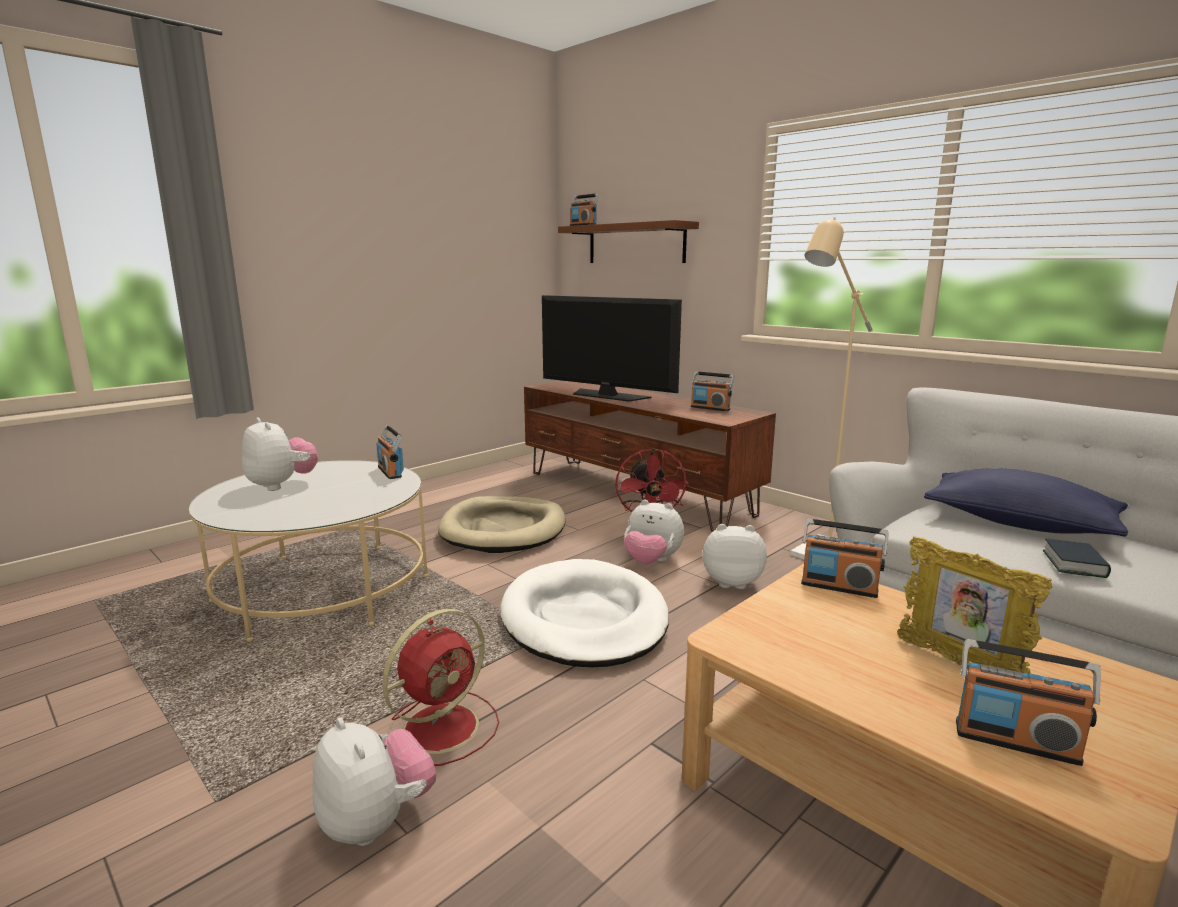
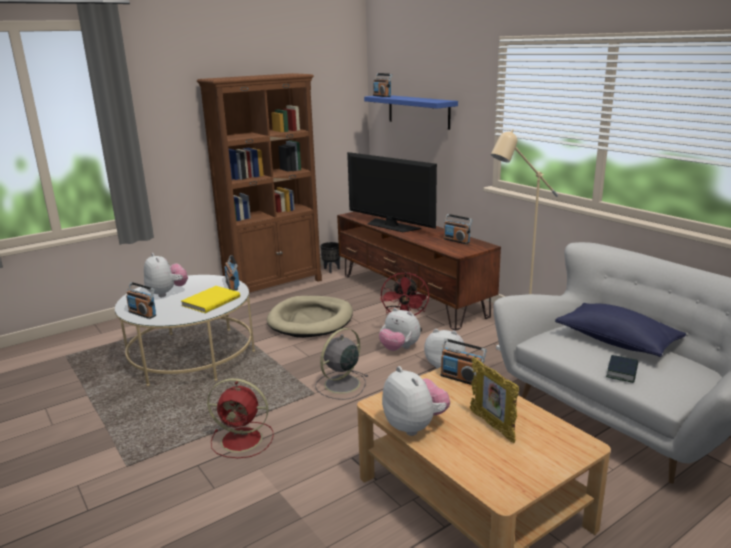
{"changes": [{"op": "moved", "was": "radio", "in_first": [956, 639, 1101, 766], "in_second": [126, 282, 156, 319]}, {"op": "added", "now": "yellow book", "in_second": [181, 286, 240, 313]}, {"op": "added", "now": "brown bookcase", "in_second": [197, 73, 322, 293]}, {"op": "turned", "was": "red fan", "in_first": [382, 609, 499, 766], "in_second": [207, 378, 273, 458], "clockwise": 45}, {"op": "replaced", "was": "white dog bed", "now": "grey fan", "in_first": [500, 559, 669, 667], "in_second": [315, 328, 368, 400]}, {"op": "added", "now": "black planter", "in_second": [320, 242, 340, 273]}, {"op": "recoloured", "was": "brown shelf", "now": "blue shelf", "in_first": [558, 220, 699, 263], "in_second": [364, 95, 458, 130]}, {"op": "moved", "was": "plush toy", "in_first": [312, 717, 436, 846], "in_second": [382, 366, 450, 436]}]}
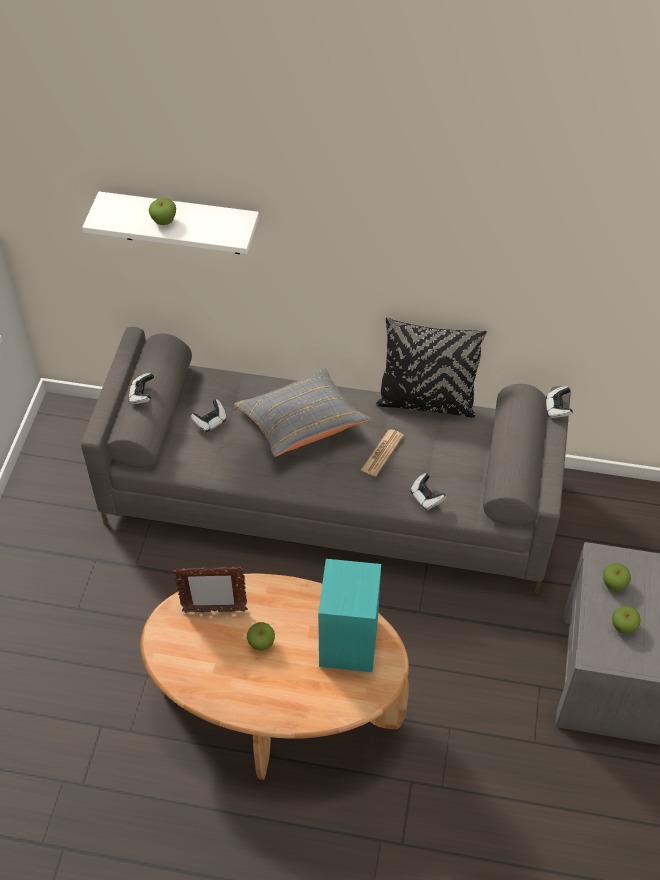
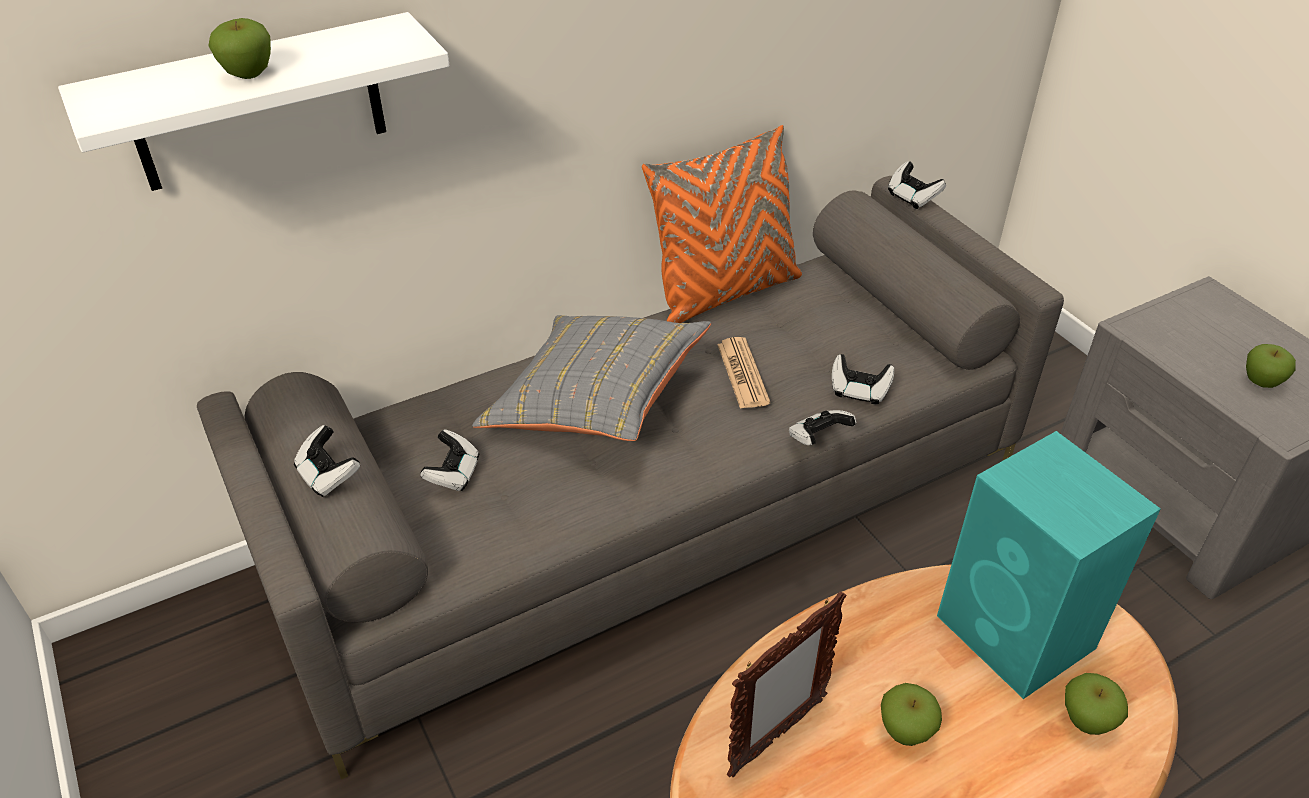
{"changes": [{"op": "recoloured", "was": "black pillow", "now": "orange pillow", "in_first": [376, 317, 487, 417], "in_second": [642, 125, 802, 323]}, {"op": "added", "now": "game controller", "in_second": [789, 410, 856, 445]}, {"op": "moved", "was": "apple", "in_first": [603, 563, 631, 591], "in_second": [1065, 673, 1128, 735]}]}
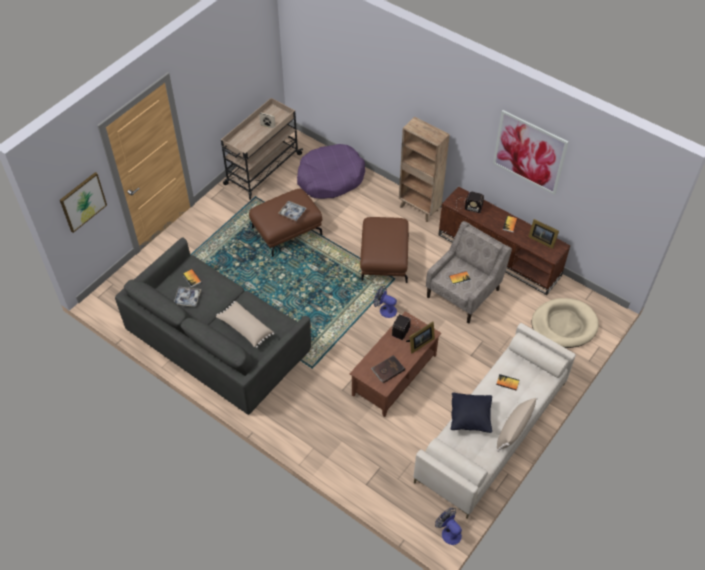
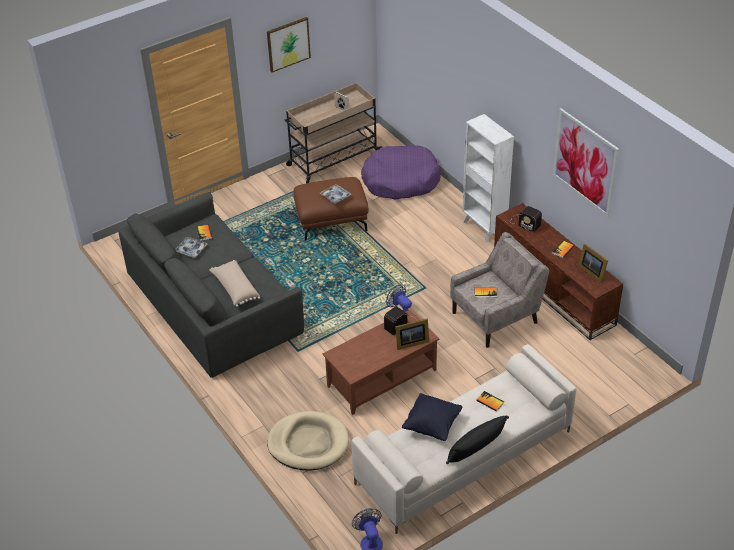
{"changes": [{"op": "moved", "was": "picture", "in_first": [60, 172, 107, 233], "in_second": [267, 17, 311, 73]}, {"op": "moved", "was": "beige dog bed", "in_first": [532, 298, 599, 348], "in_second": [267, 411, 349, 470]}, {"op": "recoloured", "was": "beige pillow", "now": "black pillow", "in_first": [497, 397, 538, 452], "in_second": [446, 416, 509, 464]}, {"op": "recoloured", "was": "brown bookcase", "now": "white bookcase", "in_first": [399, 117, 450, 222], "in_second": [463, 114, 514, 242]}, {"op": "removed", "was": "brown ottoman", "in_first": [360, 217, 409, 283]}, {"op": "removed", "was": "brown book", "in_first": [371, 355, 405, 383]}]}
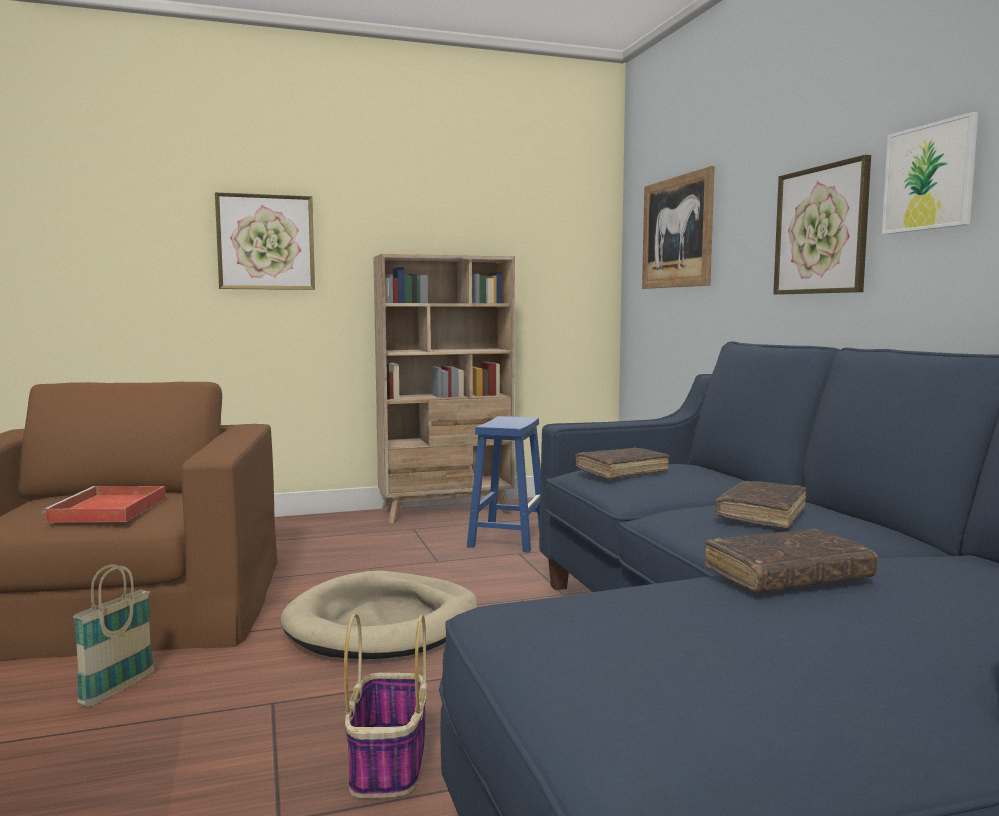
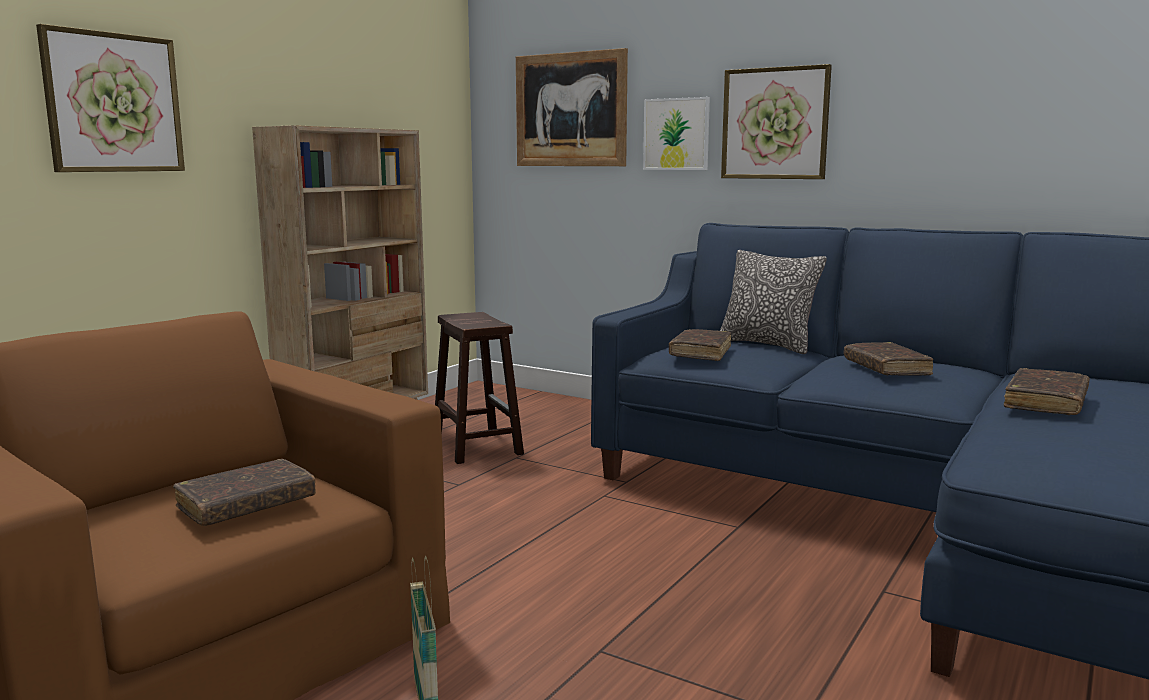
{"changes": [{"op": "replaced", "was": "red tray", "now": "brown book", "in_first": [42, 486, 166, 523], "in_second": [173, 459, 316, 526]}, {"op": "recoloured", "was": "blue stool", "now": "brown stool", "in_first": [467, 416, 541, 553], "in_second": [435, 312, 524, 464]}, {"op": "moved", "was": "picture", "in_first": [882, 112, 978, 234], "in_second": [643, 97, 710, 170]}, {"op": "added", "now": "pillow", "in_second": [720, 250, 827, 354]}, {"op": "removed", "was": "beige dog bed", "in_first": [280, 571, 478, 659]}, {"op": "removed", "was": "basket", "in_first": [344, 613, 427, 798]}]}
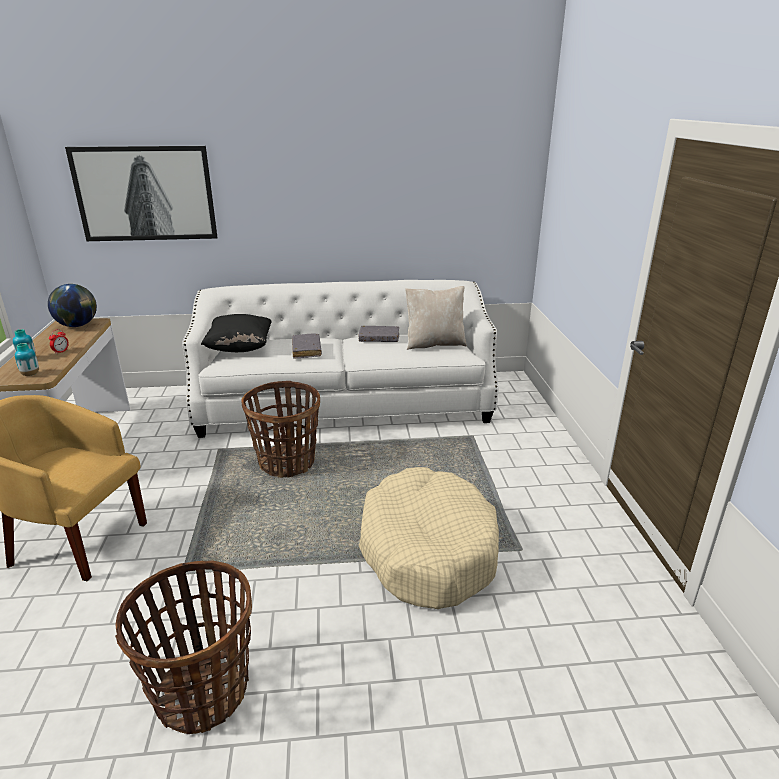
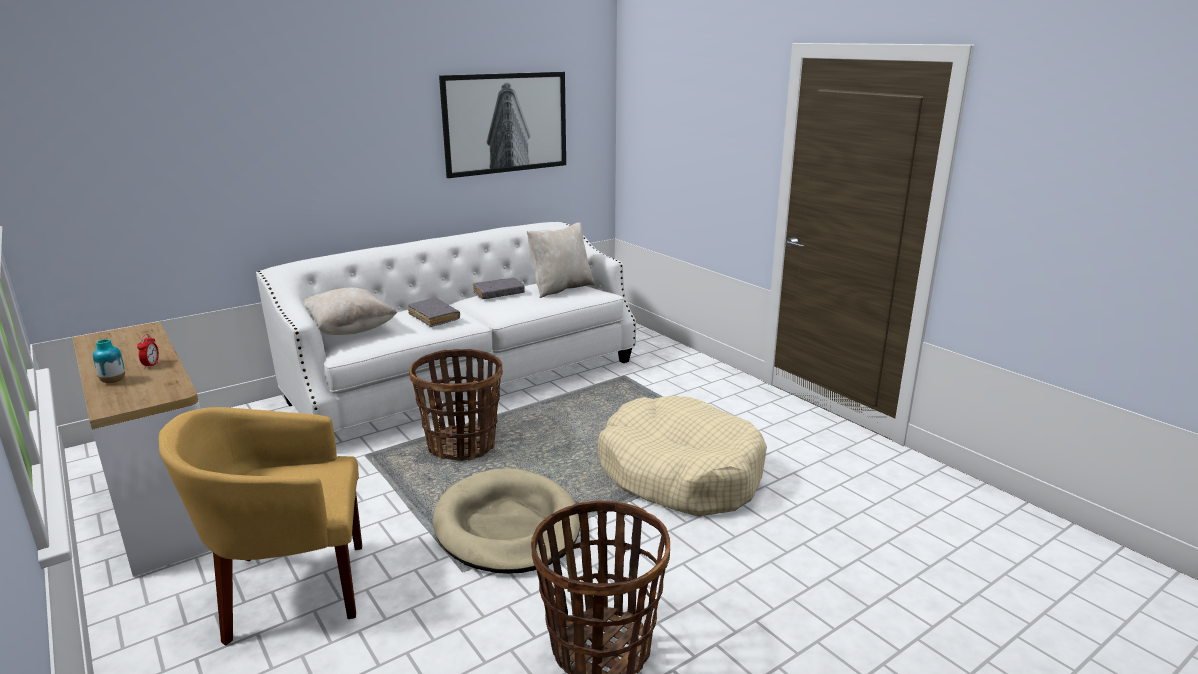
{"changes": [{"op": "recoloured", "was": "black pillow", "now": "beige pillow", "in_first": [201, 314, 272, 352], "in_second": [303, 288, 397, 335]}, {"op": "added", "now": "beige dog bed", "in_second": [433, 468, 580, 574]}, {"op": "moved", "was": "picture", "in_first": [65, 146, 218, 241], "in_second": [439, 72, 566, 178]}, {"op": "removed", "was": "vase", "in_first": [15, 343, 39, 376]}, {"op": "removed", "was": "globe", "in_first": [48, 284, 97, 327]}]}
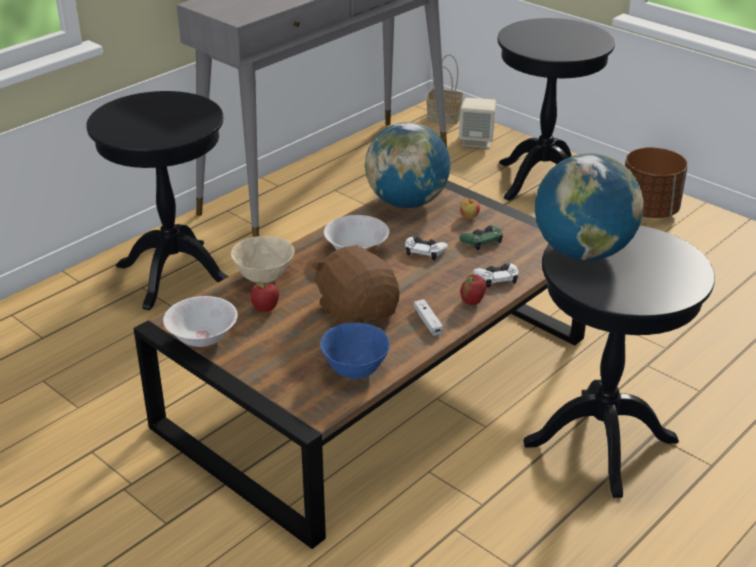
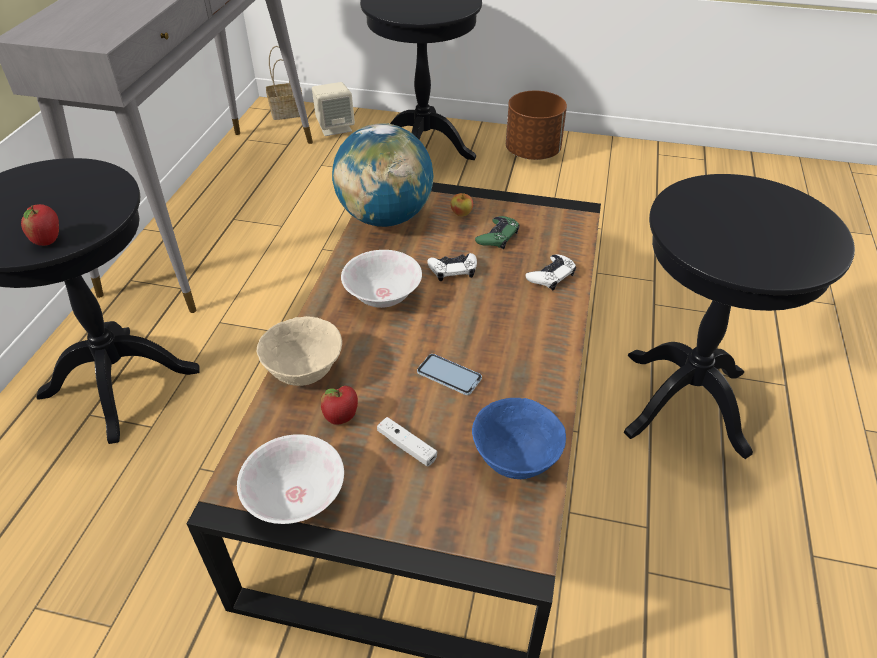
{"changes": [{"op": "moved", "was": "apple", "in_first": [460, 274, 486, 305], "in_second": [21, 204, 59, 246]}, {"op": "moved", "was": "white game controller", "in_first": [414, 299, 443, 336], "in_second": [377, 417, 437, 466]}, {"op": "replaced", "was": "brown plush toy", "now": "phone", "in_first": [311, 244, 400, 325], "in_second": [417, 354, 482, 395]}, {"op": "removed", "was": "globe", "in_first": [535, 153, 643, 261]}]}
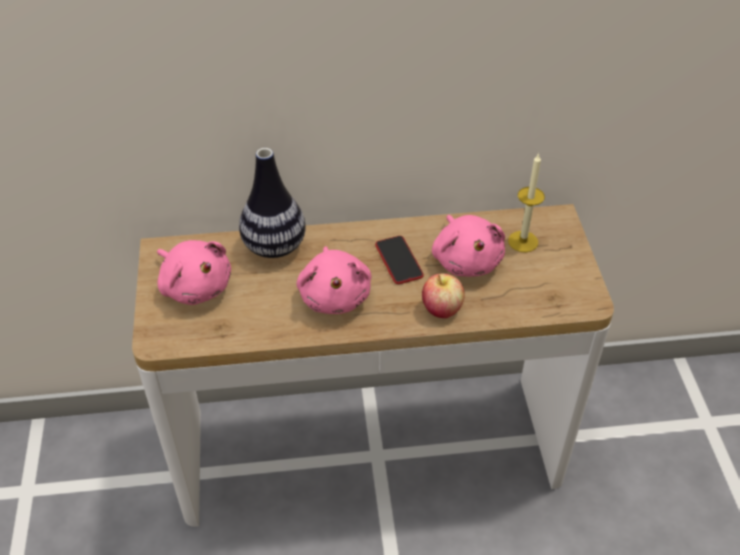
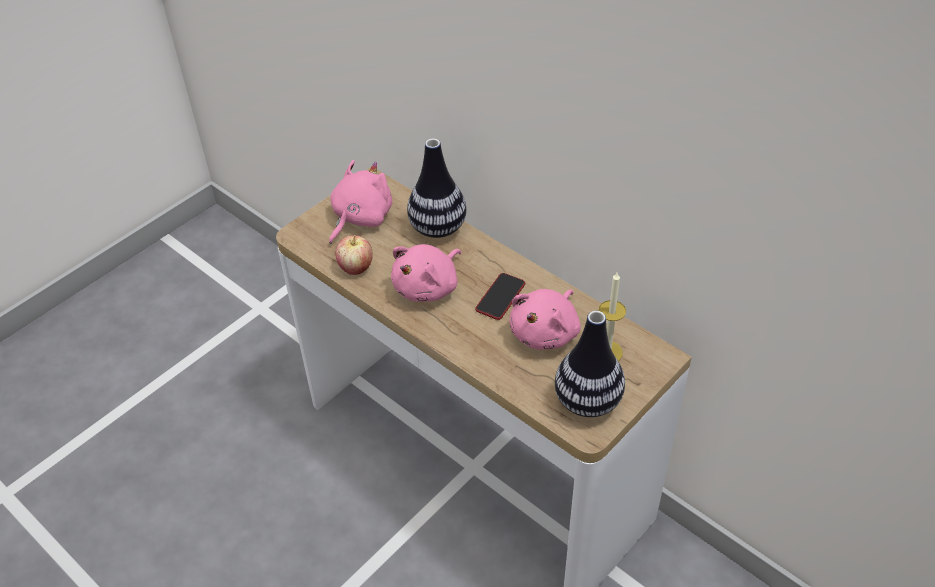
{"changes": [{"op": "turned", "was": "pink plush toy", "in_first": [157, 240, 231, 305], "in_second": [329, 160, 392, 244], "clockwise": -150}, {"op": "moved", "was": "apple", "in_first": [422, 274, 464, 318], "in_second": [336, 235, 373, 275]}, {"op": "added", "now": "vase", "in_second": [555, 311, 625, 417]}]}
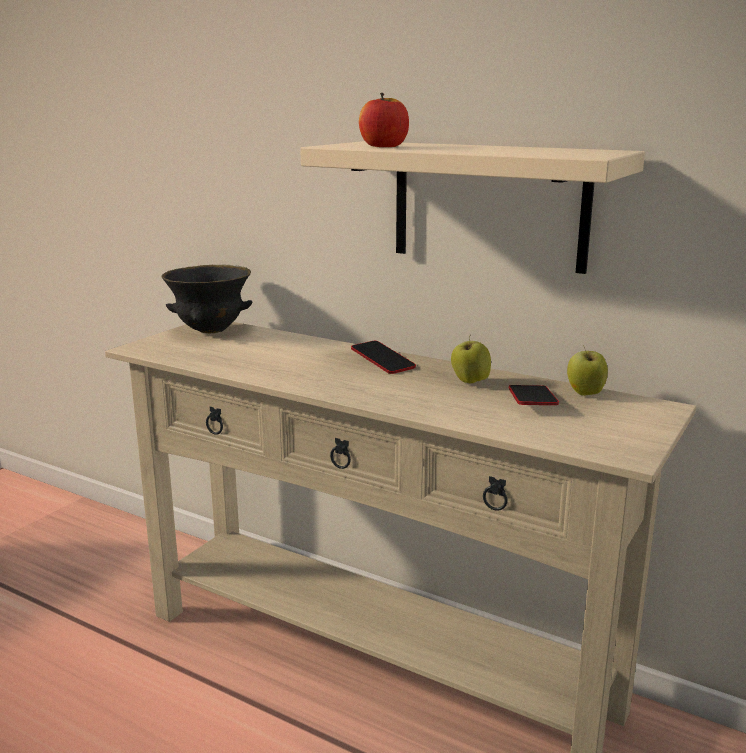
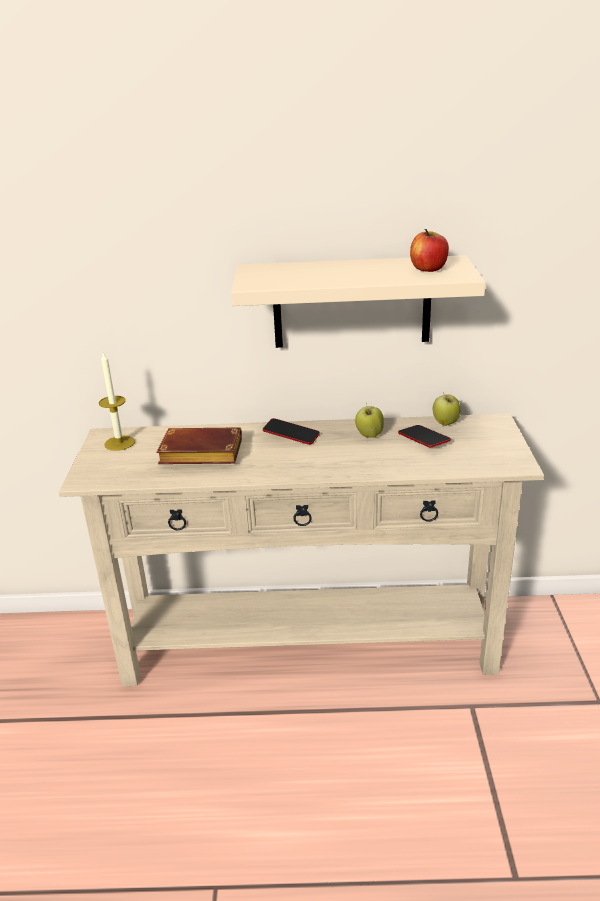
{"changes": [{"op": "replaced", "was": "black bowl", "now": "candle", "in_first": [161, 265, 253, 333], "in_second": [99, 351, 135, 451]}, {"op": "added", "now": "brown book", "in_second": [156, 427, 242, 464]}, {"op": "moved", "was": "apple", "in_first": [359, 93, 409, 147], "in_second": [410, 229, 449, 272]}]}
